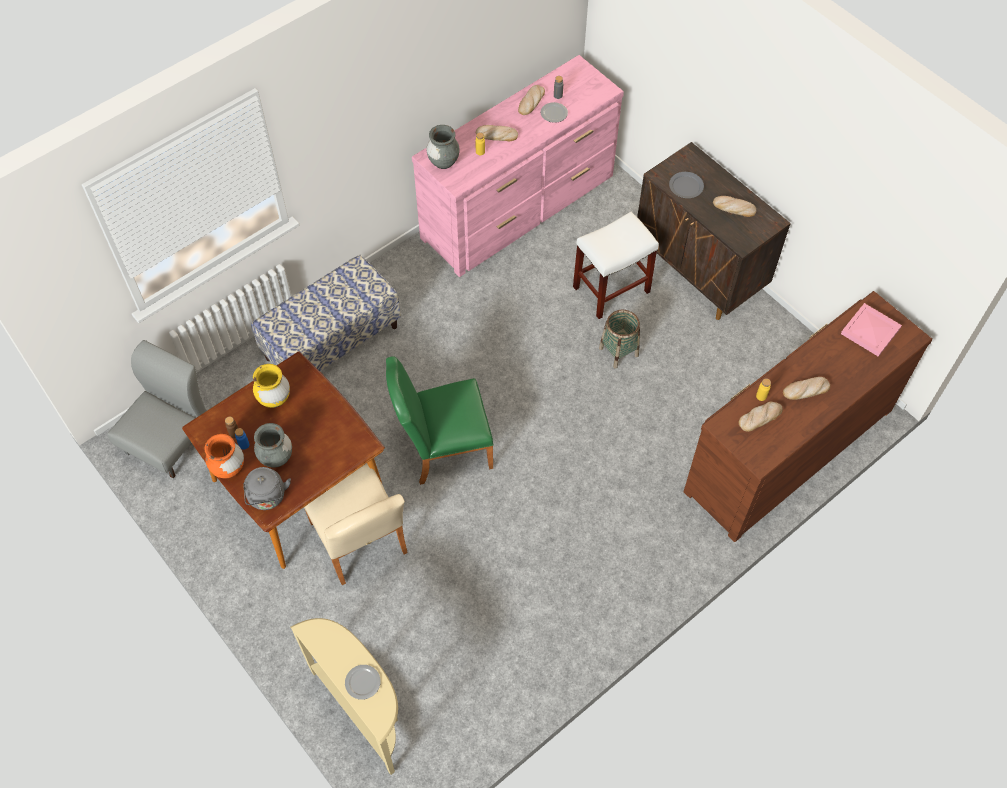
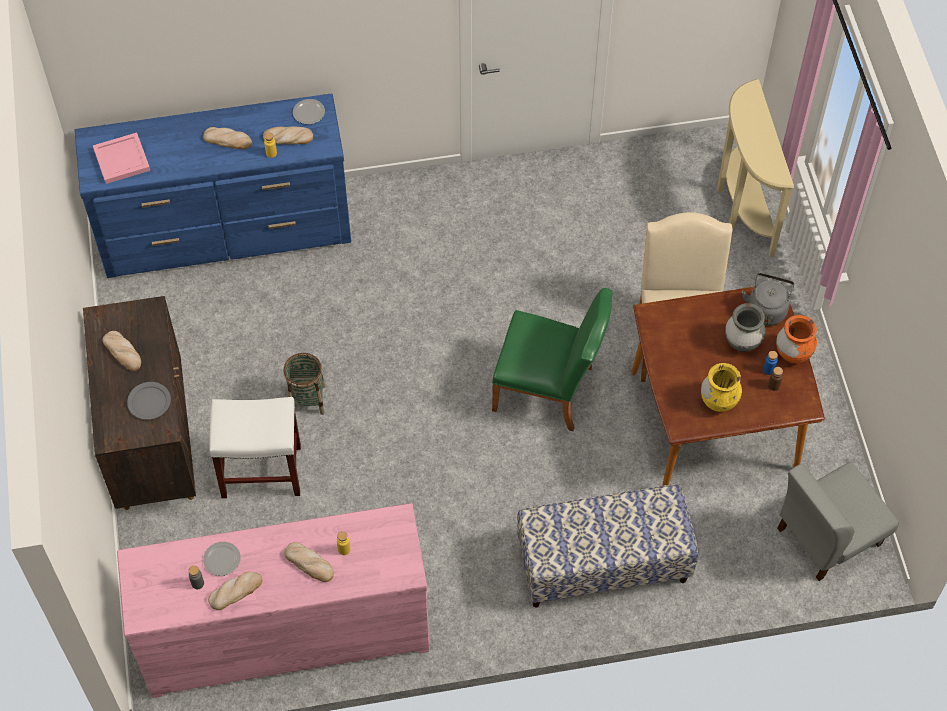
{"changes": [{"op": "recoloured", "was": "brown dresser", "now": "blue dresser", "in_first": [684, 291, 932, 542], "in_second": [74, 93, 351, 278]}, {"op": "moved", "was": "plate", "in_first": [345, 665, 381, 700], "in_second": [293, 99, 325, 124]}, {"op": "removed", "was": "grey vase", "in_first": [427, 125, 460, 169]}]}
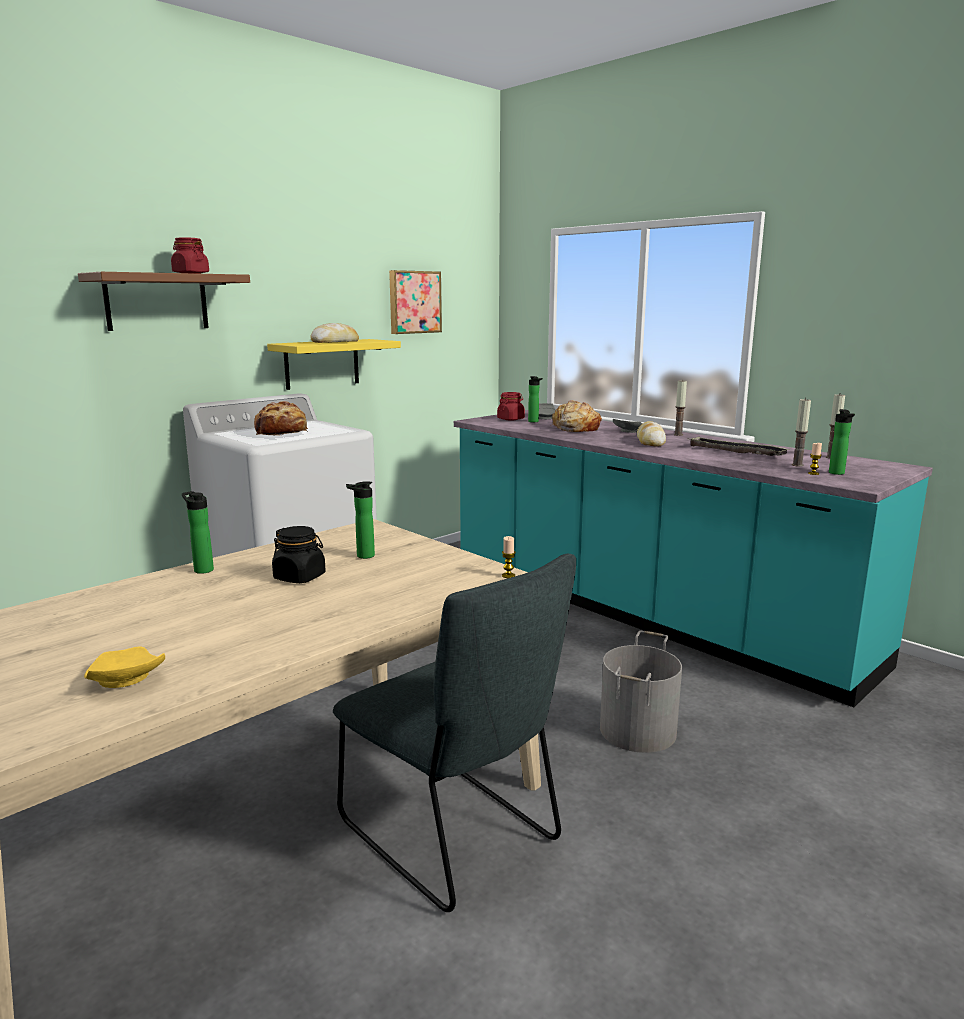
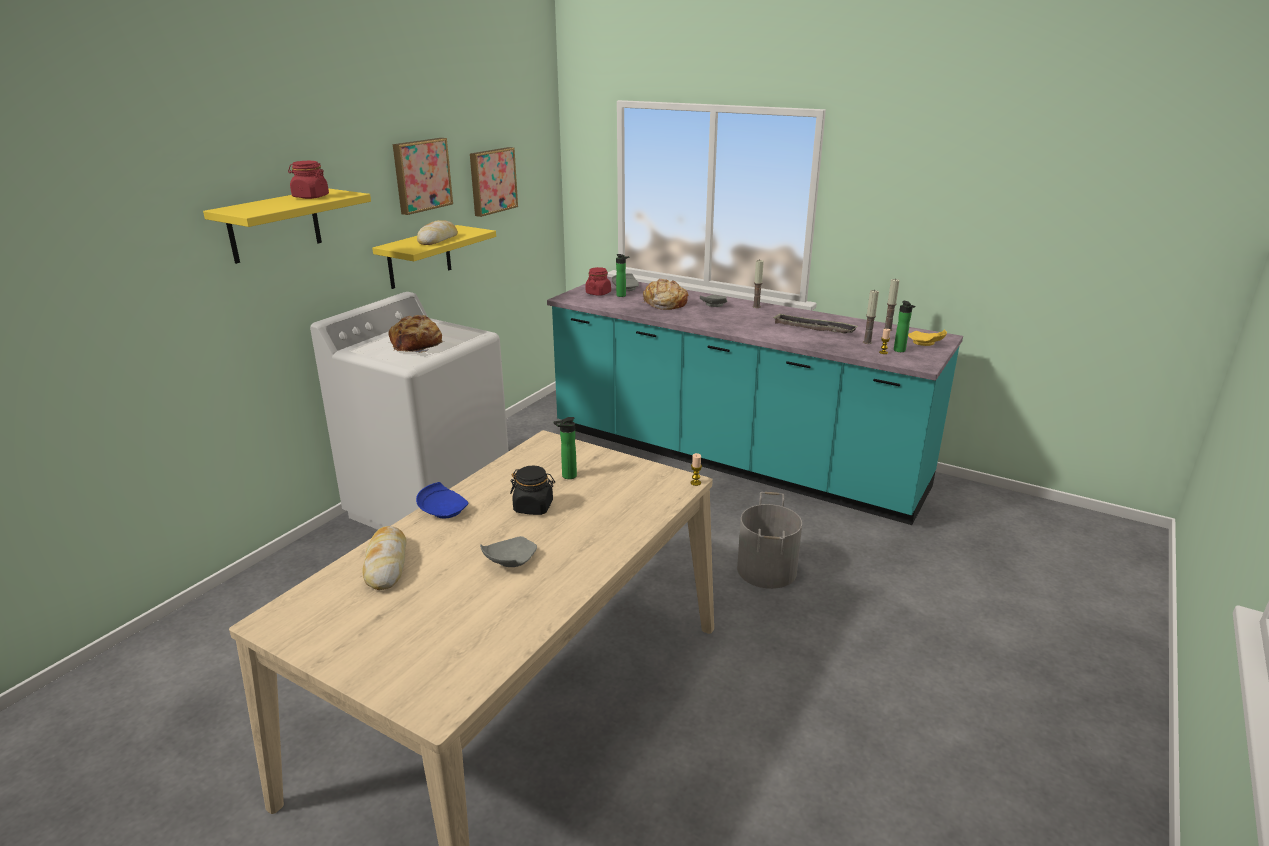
{"changes": [{"op": "recoloured", "was": "brown shelf", "now": "yellow shelf", "in_first": [78, 272, 250, 331], "in_second": [203, 188, 371, 264]}, {"op": "moved", "was": "bread", "in_first": [637, 421, 666, 447], "in_second": [362, 526, 407, 590]}, {"op": "added", "now": "picture", "in_second": [393, 138, 453, 215]}, {"op": "replaced", "was": "bottle", "now": "blue plate", "in_first": [182, 491, 214, 574], "in_second": [416, 482, 469, 518]}, {"op": "added", "now": "grey plate", "in_second": [480, 536, 537, 567]}, {"op": "moved", "was": "yellow plate", "in_first": [84, 647, 165, 688], "in_second": [908, 330, 947, 346]}, {"op": "removed", "was": "grey chair", "in_first": [333, 554, 576, 912]}]}
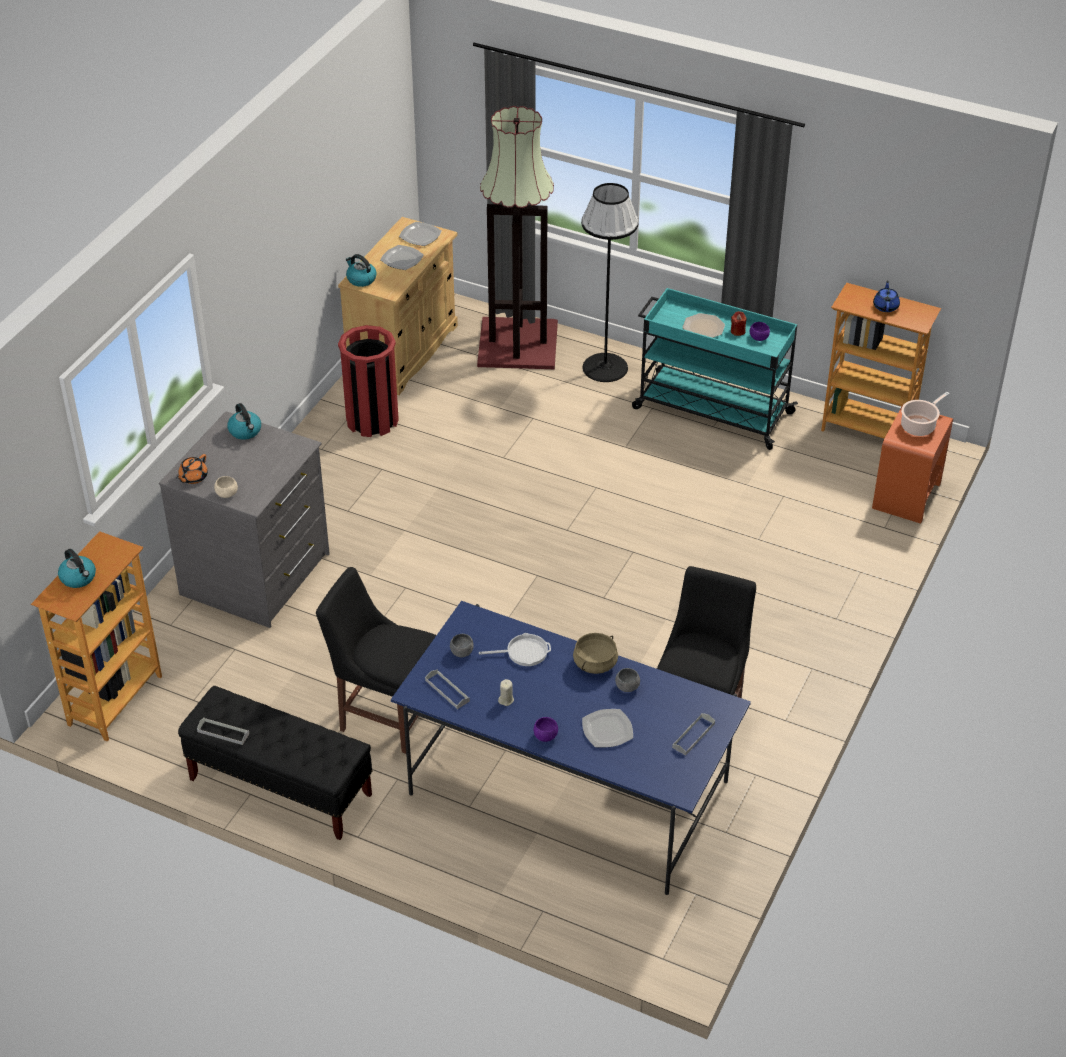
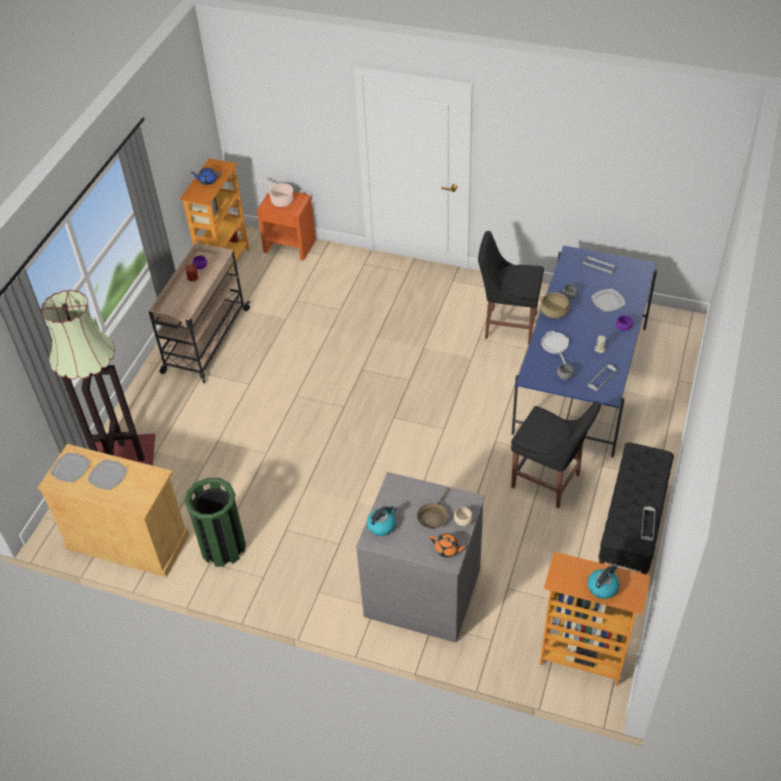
{"changes": [{"op": "recoloured", "was": "turquoise cart", "now": "beige cart", "in_first": [632, 288, 798, 450], "in_second": [148, 243, 251, 383]}, {"op": "recoloured", "was": "red trash can", "now": "green trash can", "in_first": [338, 325, 399, 437], "in_second": [185, 478, 246, 567]}, {"op": "added", "now": "brown frying pan", "in_second": [417, 488, 449, 529]}, {"op": "turned", "was": "black chair", "in_first": [316, 567, 436, 754], "in_second": [511, 401, 601, 508], "clockwise": -75}, {"op": "removed", "was": "kettle", "in_first": [346, 254, 377, 287]}, {"op": "removed", "was": "black floor lamp", "in_first": [581, 183, 639, 382]}, {"op": "removed", "was": "plate", "in_first": [683, 313, 725, 338]}]}
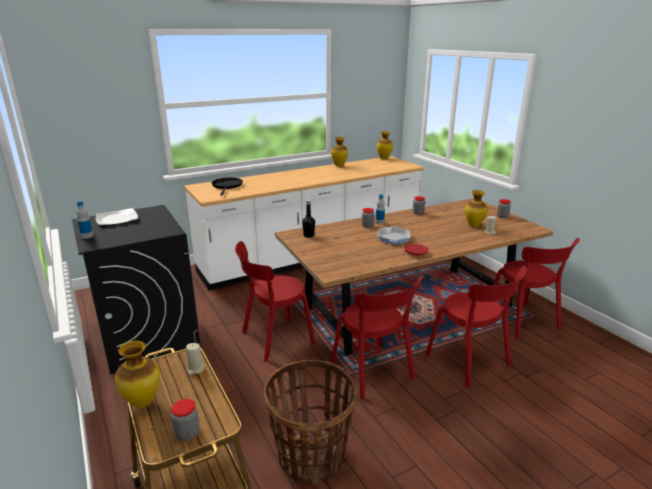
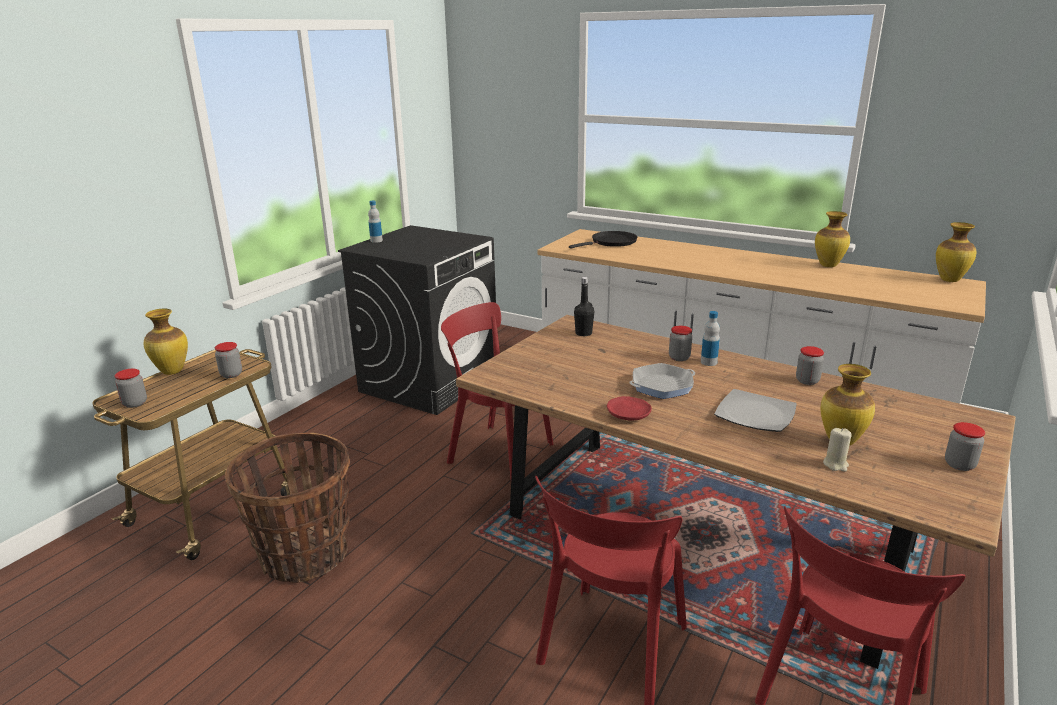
{"changes": [{"op": "replaced", "was": "beige candle", "now": "jar", "in_first": [186, 343, 205, 375], "in_second": [215, 342, 242, 378]}, {"op": "moved", "was": "plate", "in_first": [96, 208, 138, 226], "in_second": [714, 389, 797, 432]}, {"op": "removed", "was": "red chair", "in_first": [331, 275, 422, 400]}]}
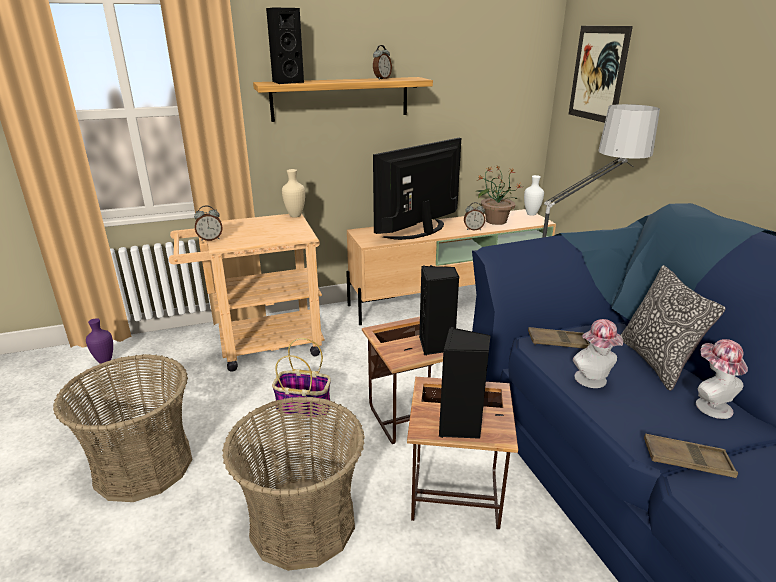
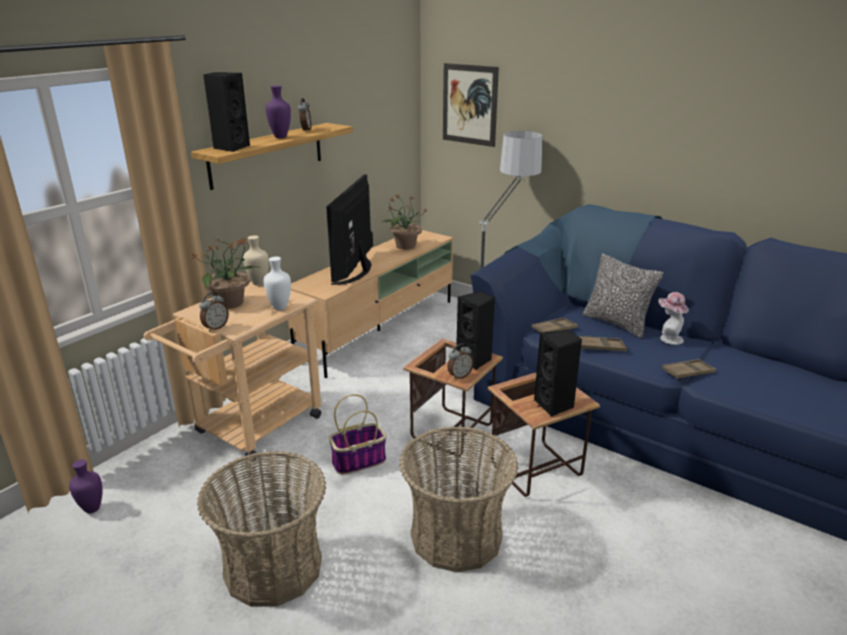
{"changes": [{"op": "added", "now": "potted plant", "in_second": [192, 237, 260, 309]}, {"op": "moved", "was": "white vase", "in_first": [524, 175, 544, 216], "in_second": [264, 257, 291, 310]}, {"op": "added", "now": "purple vase", "in_second": [266, 85, 291, 138]}, {"op": "moved", "was": "alarm clock", "in_first": [464, 202, 485, 231], "in_second": [447, 344, 474, 380]}, {"op": "replaced", "was": "hat", "now": "brown tray", "in_first": [573, 319, 623, 388], "in_second": [578, 336, 627, 351]}]}
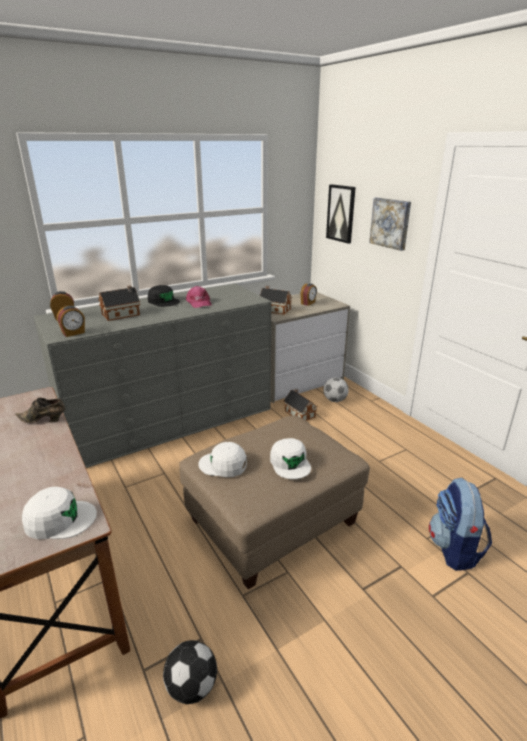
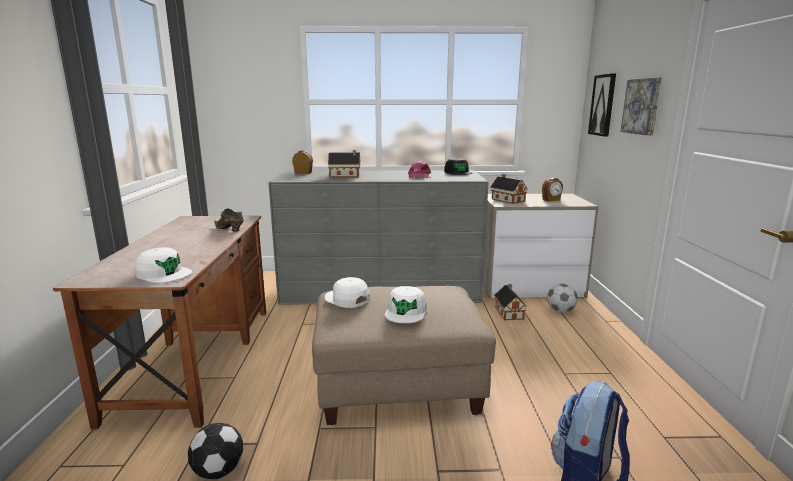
{"changes": [{"op": "moved", "was": "black cap", "in_first": [148, 285, 180, 307], "in_second": [444, 158, 472, 175]}, {"op": "removed", "was": "alarm clock", "in_first": [57, 306, 85, 337]}]}
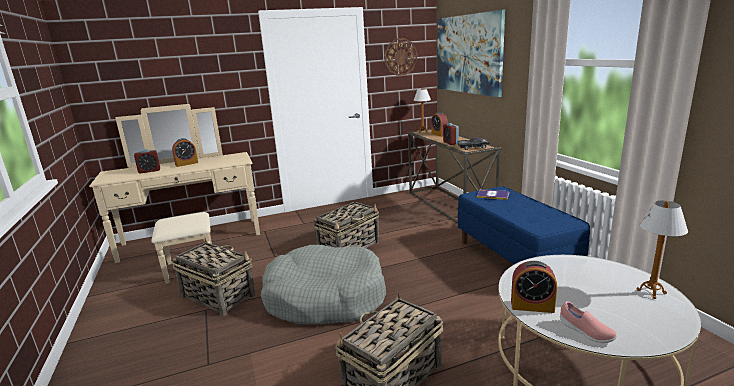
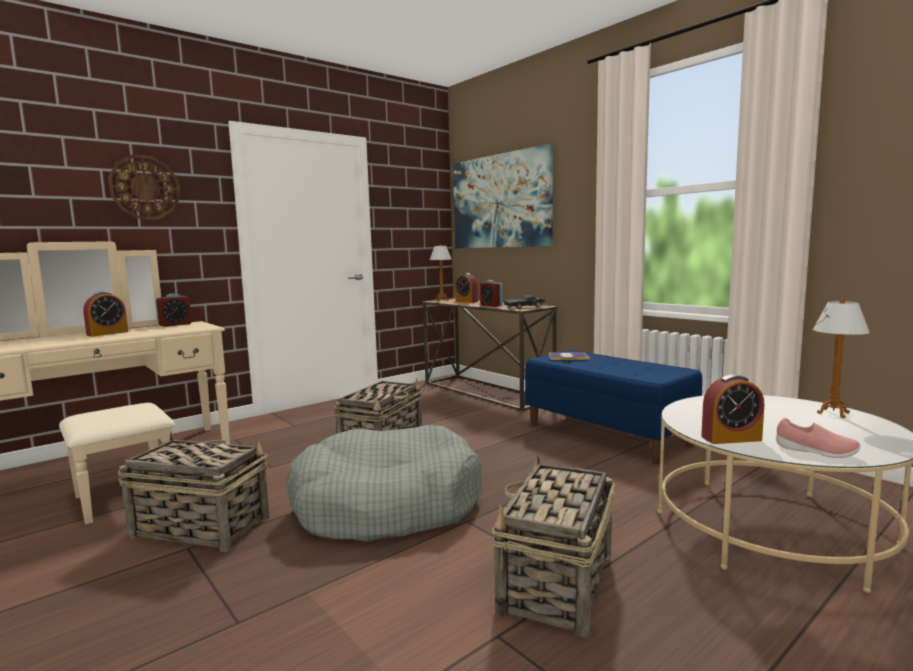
{"changes": [{"op": "moved", "was": "wall clock", "in_first": [385, 38, 417, 76], "in_second": [108, 154, 180, 220]}, {"op": "moved", "was": "alarm clock", "in_first": [134, 149, 160, 174], "in_second": [156, 294, 192, 327]}]}
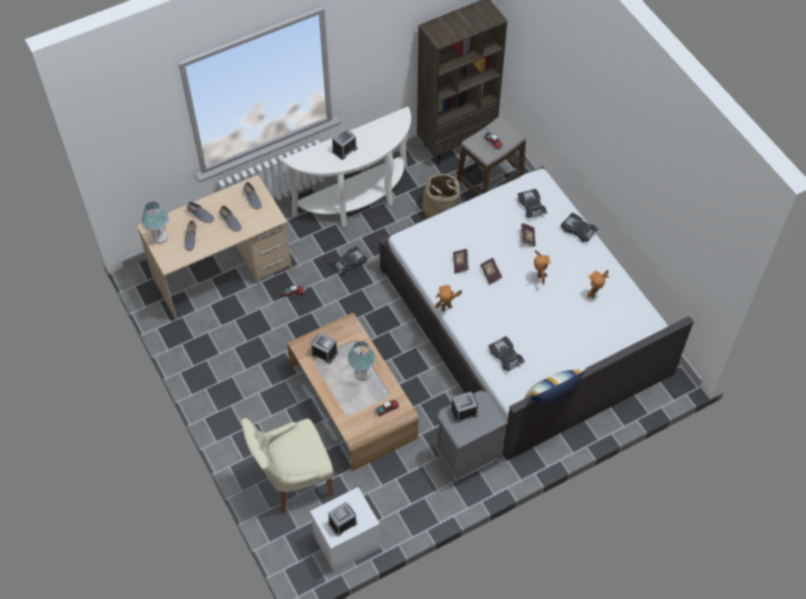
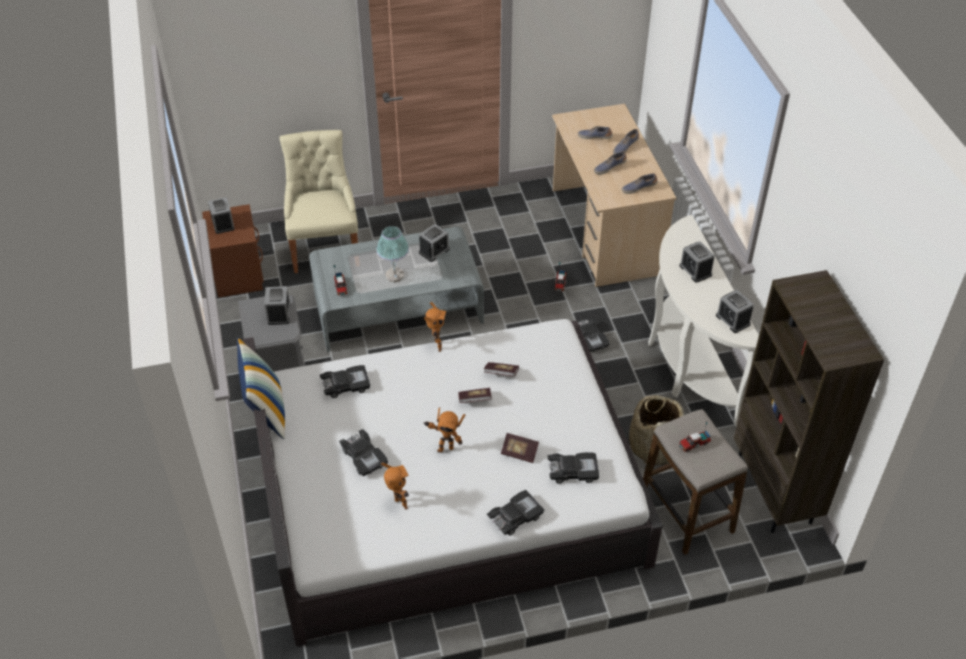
{"changes": [{"op": "recoloured", "was": "white nightstand", "now": "brown nightstand", "in_first": [310, 487, 381, 572], "in_second": [202, 204, 264, 298]}, {"op": "recoloured", "was": "brown coffee table", "now": "grey coffee table", "in_first": [287, 313, 418, 471], "in_second": [309, 227, 484, 352]}, {"op": "added", "now": "black toy car", "in_second": [339, 429, 388, 476]}, {"op": "added", "now": "alarm clock", "in_second": [716, 290, 754, 333]}, {"op": "removed", "was": "table lamp", "in_first": [142, 201, 169, 244]}]}
